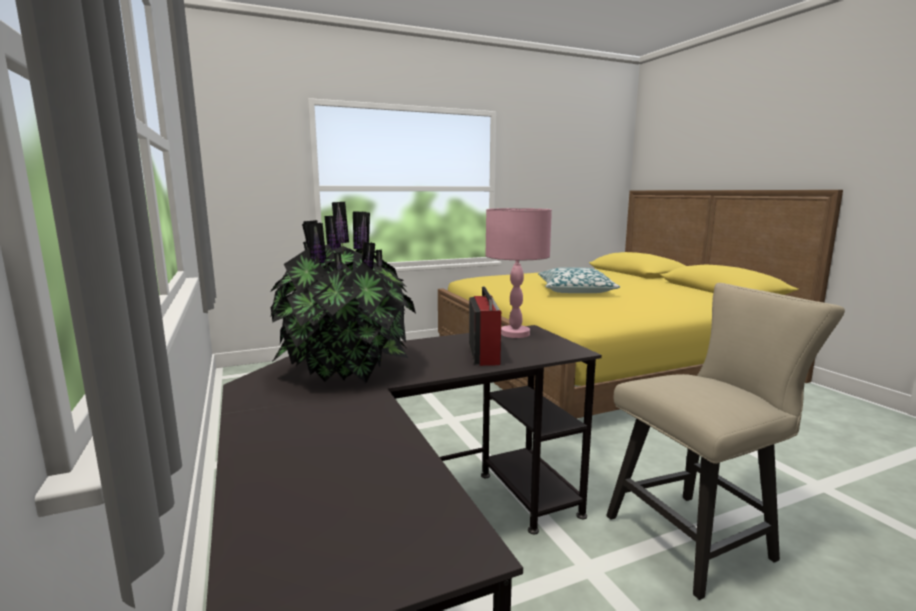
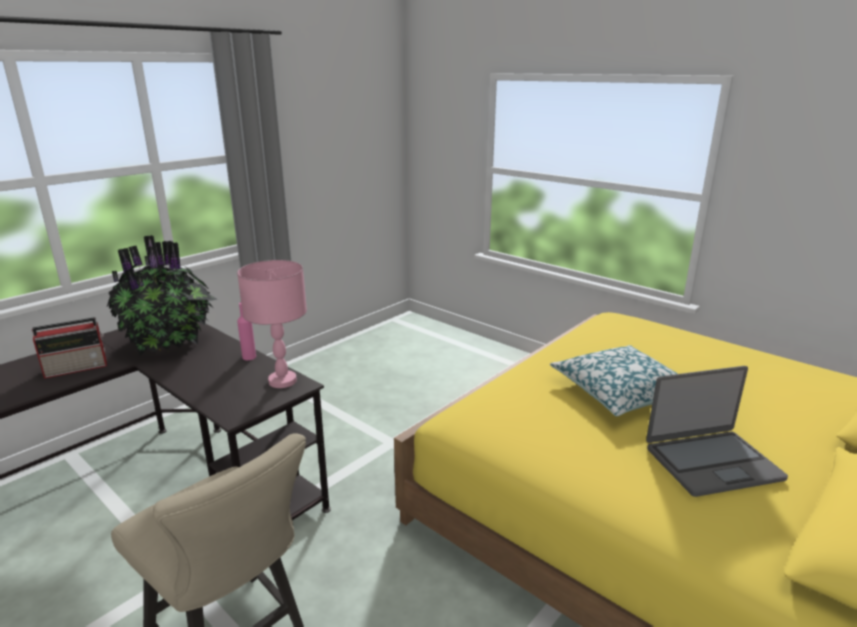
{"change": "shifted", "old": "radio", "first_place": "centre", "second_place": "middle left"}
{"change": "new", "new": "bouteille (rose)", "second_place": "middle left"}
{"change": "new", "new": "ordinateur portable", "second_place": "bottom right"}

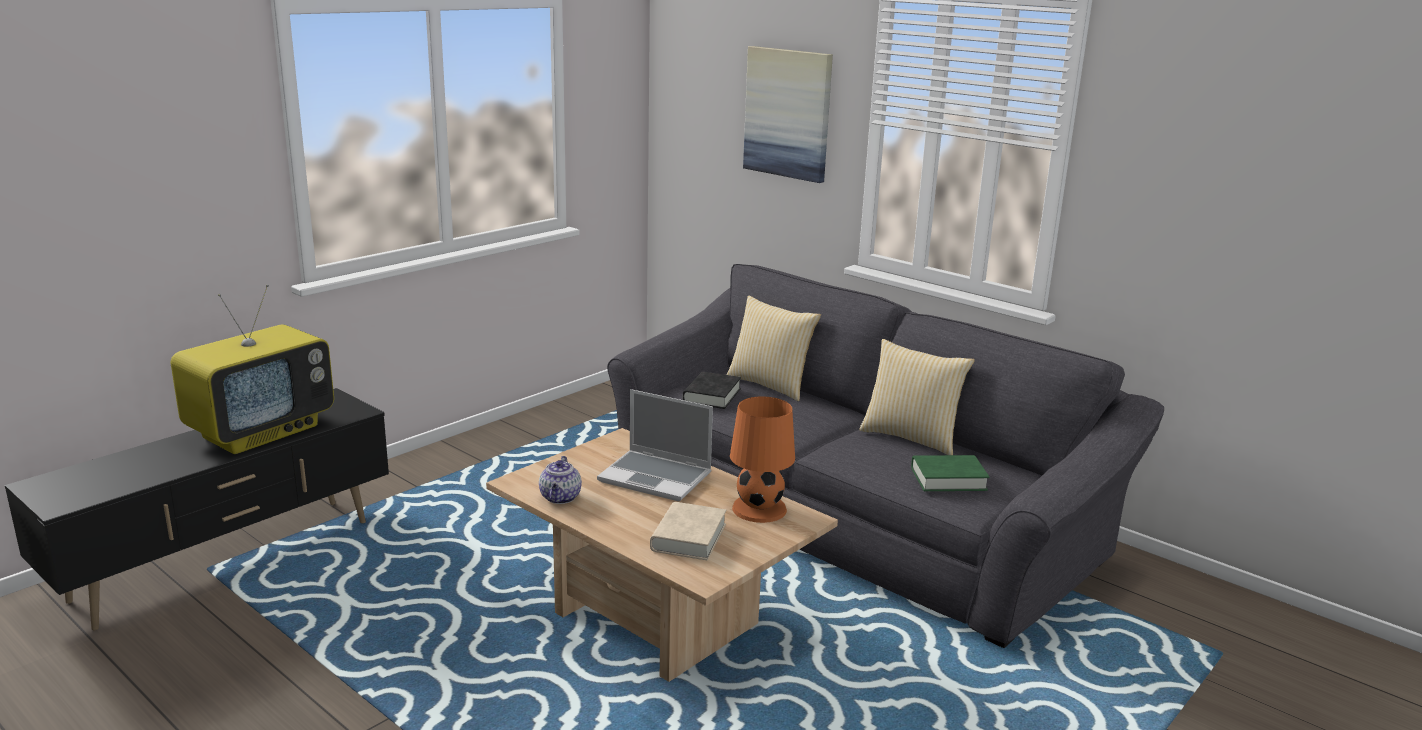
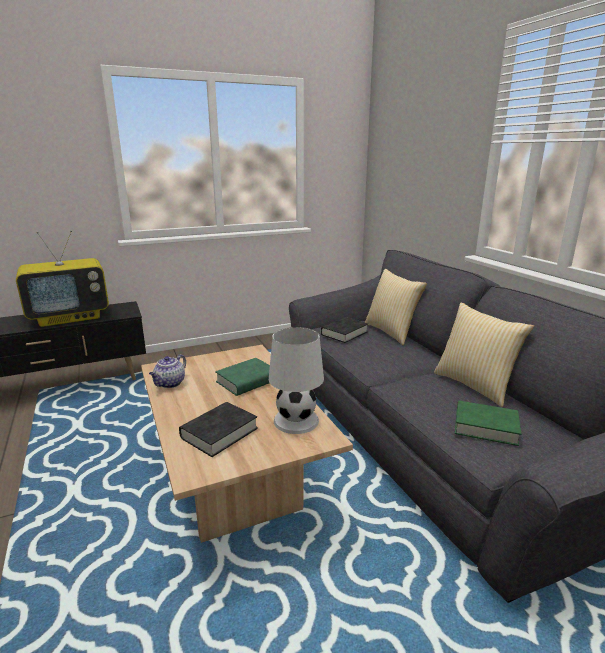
{"change": "gone", "old": "tableau", "first_place": "top centre"}
{"change": "swapped", "old": "ordinateur portable", "new": "livre (vert) (no. 1 from left)", "first_place": "centre", "second_place": "centre"}
{"change": "repainted", "old": "lampe de table (orange)", "new": "lampe de table (blanc)", "first_place": "centre", "second_place": "centre"}
{"change": "repainted", "old": "livre (beige)", "new": "livre (noir) (no. 1 from left)", "first_place": "bottom centre", "second_place": "centre"}

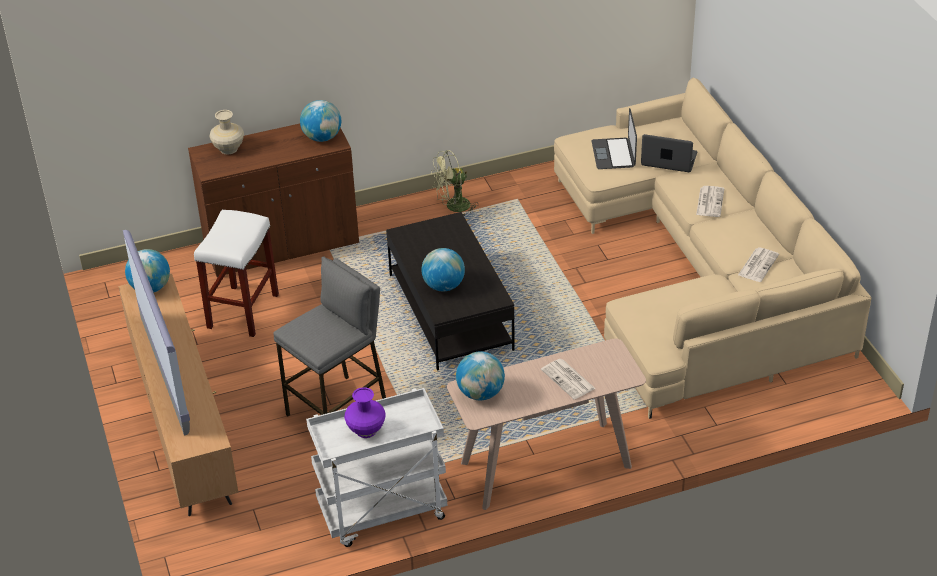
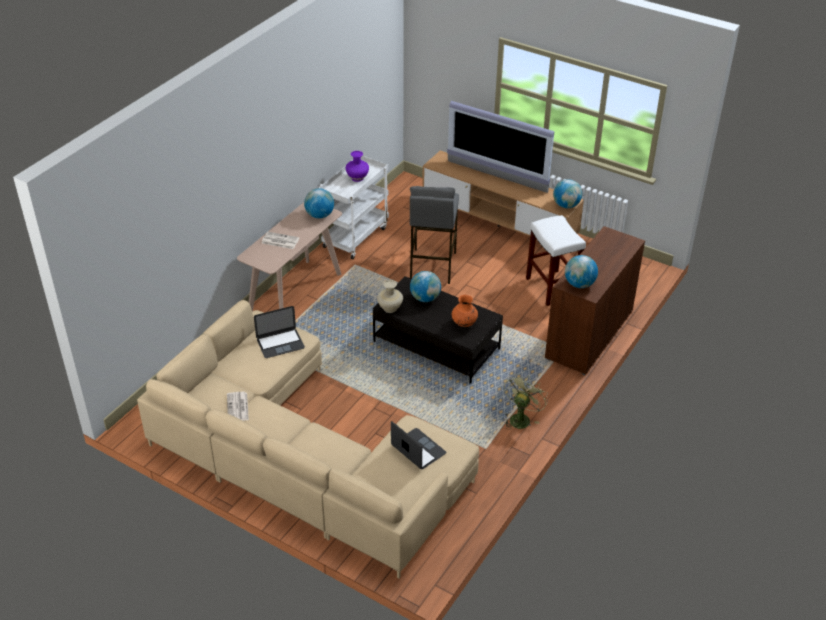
{"change": "shifted", "old": "vase (beige)", "first_place": "top left", "second_place": "centre"}
{"change": "shifted", "old": "ordinateur portable (no. 2 from left in the first image)", "new": "ordinateur portable (no. 1 from left)", "first_place": "top right", "second_place": "centre"}
{"change": "gone", "old": "journal (no. 2 from left)", "first_place": "middle right"}
{"change": "new", "new": "vase (orange)", "second_place": "centre"}

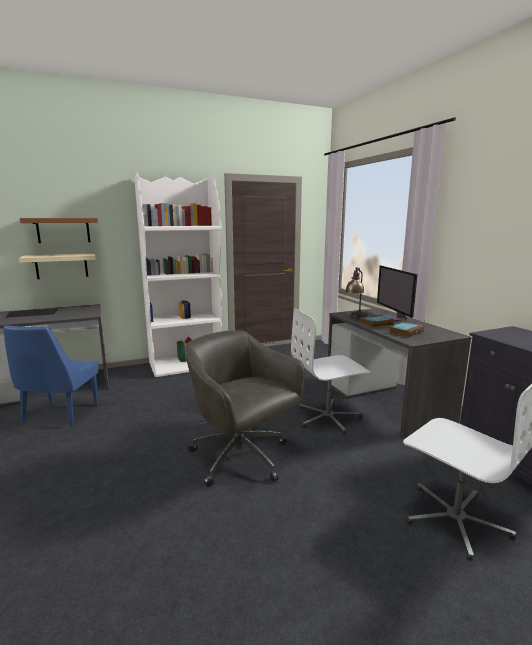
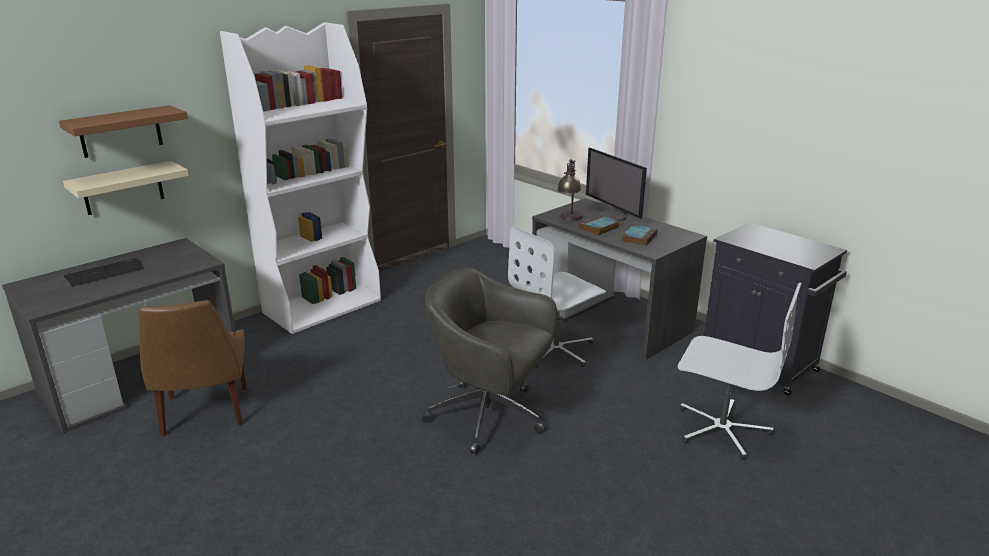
{"change": "repainted", "old": "chaise (bleu)", "new": "chaise (marron)", "first_place": "middle left", "second_place": "middle left"}

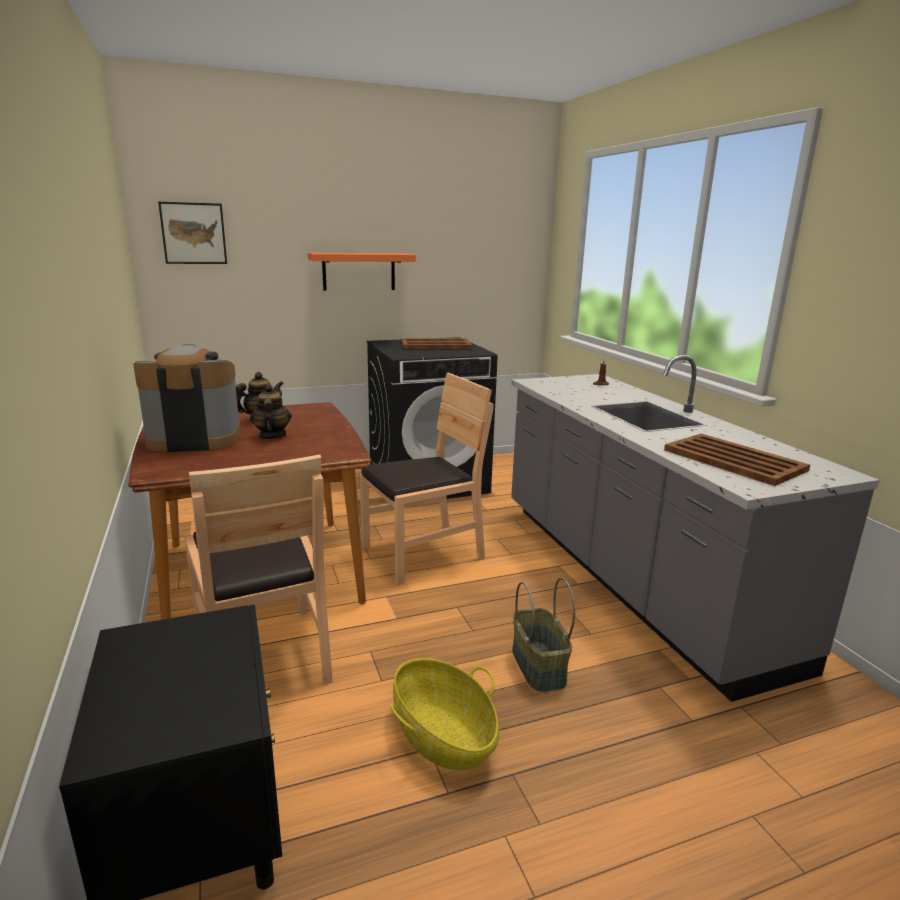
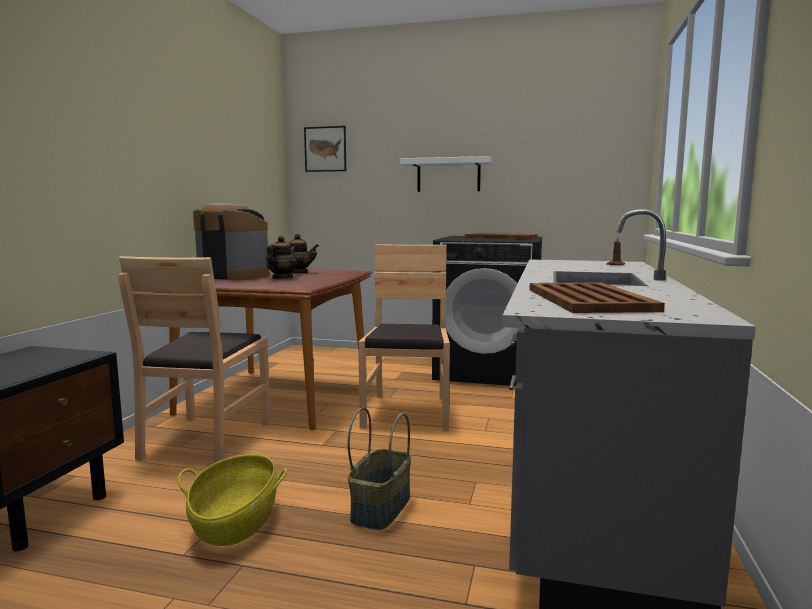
{"change": "repainted", "old": "étagère (orange)", "new": "étagère (blanc)", "first_place": "top centre", "second_place": "top centre"}
{"change": "rotated", "old": "chaise (marron) (no. 2 from left)", "first_place": "centre", "second_place": "centre", "degrees": -90}

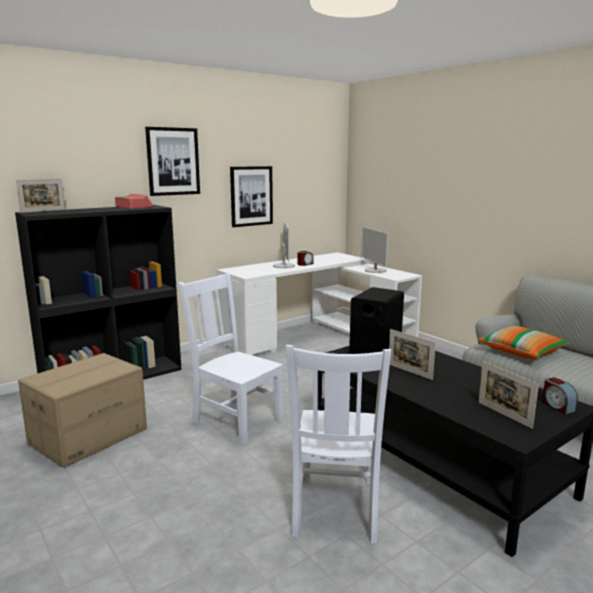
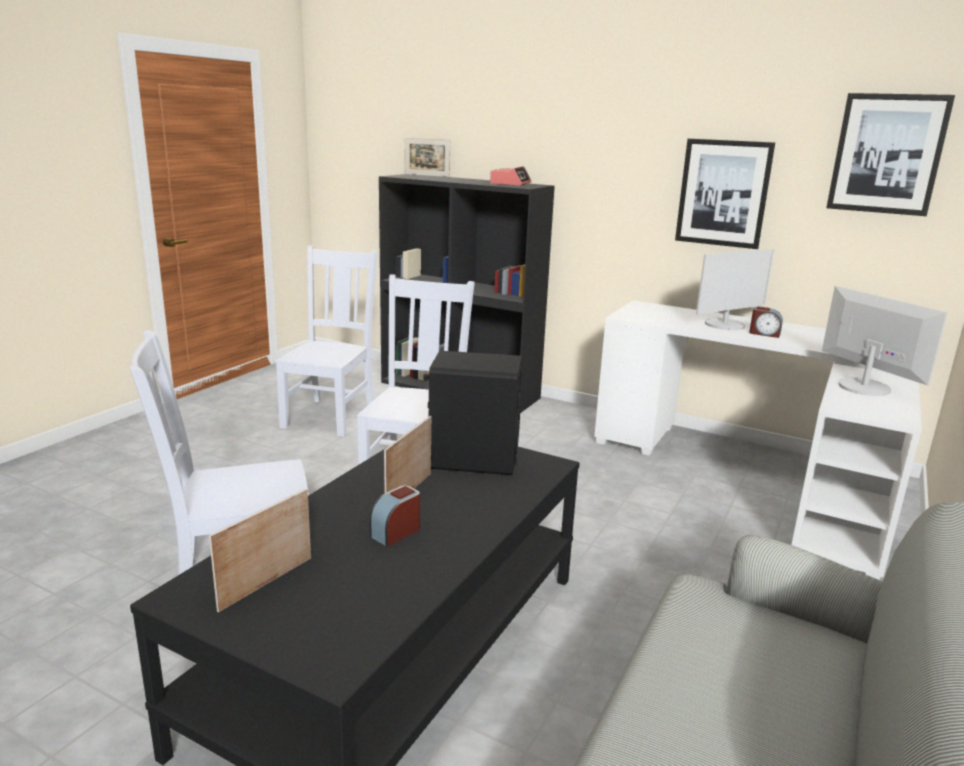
{"change": "shifted", "old": "tableau (no. 1 from left in the first image)", "new": "tableau (no. 2 from left)", "first_place": "top left", "second_place": "top right"}
{"change": "rotated", "old": "écran d'ordinateur (no. 2 from left)", "first_place": "centre", "second_place": "middle right", "degrees": 105}
{"change": "gone", "old": "coussin", "first_place": "middle right"}
{"change": "swapped", "old": "carton", "new": "chaise (blanc) (no. 2 from left)", "first_place": "bottom left", "second_place": "centre"}
{"change": "shifted", "old": "réveil (no. 3 from left in the first image)", "new": "réveil (no. 1 from left)", "first_place": "middle right", "second_place": "bottom centre"}

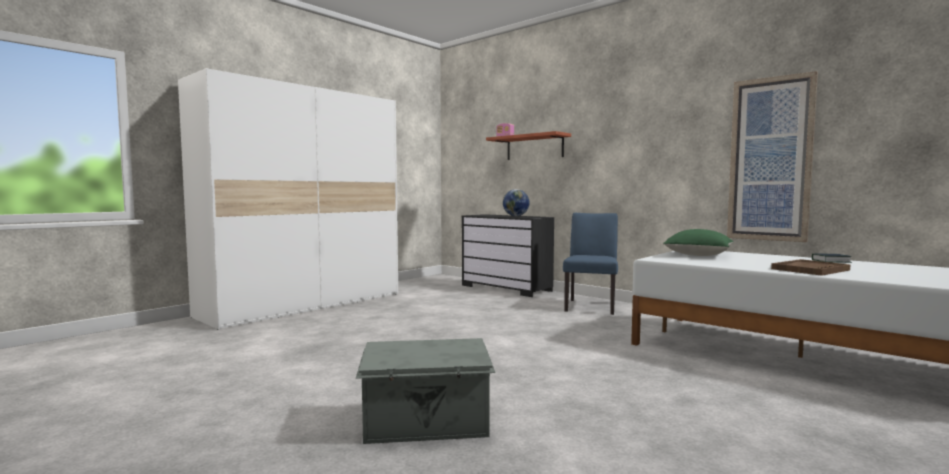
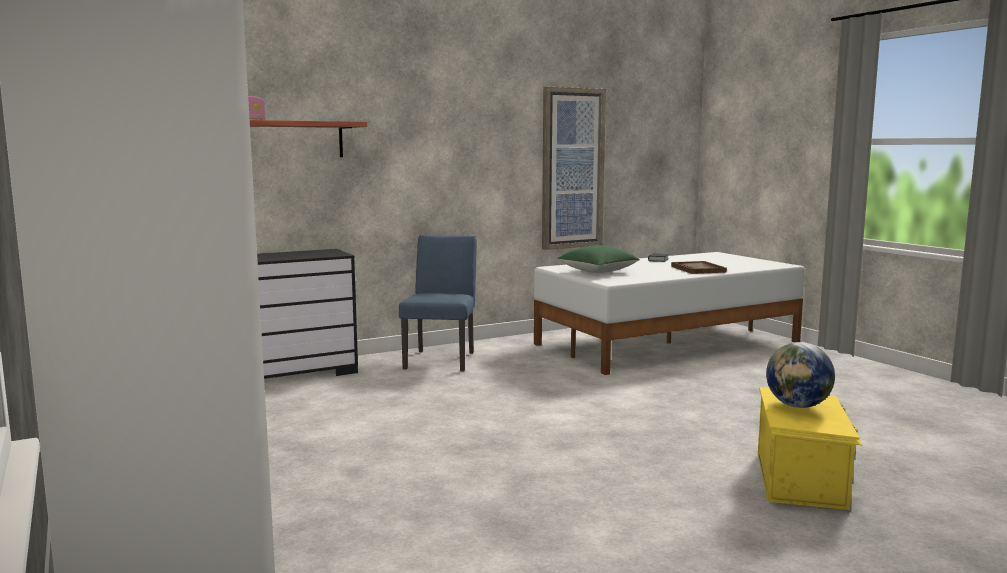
{"change": "shifted", "old": "globe", "first_place": "centre", "second_place": "middle right"}
{"change": "rotated", "old": "chaise (bleu)", "first_place": "centre", "second_place": "centre", "degrees": 60}
{"change": "repainted", "old": "boîte de rangement (gris)", "new": "boîte de rangement (jaune)", "first_place": "bottom centre", "second_place": "bottom right"}

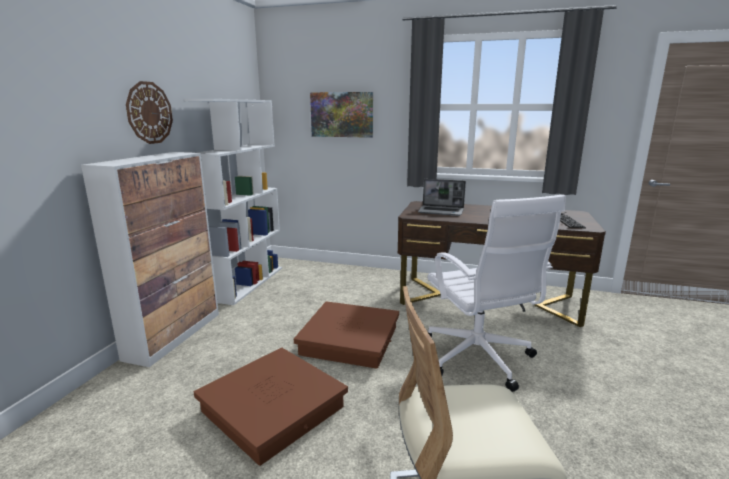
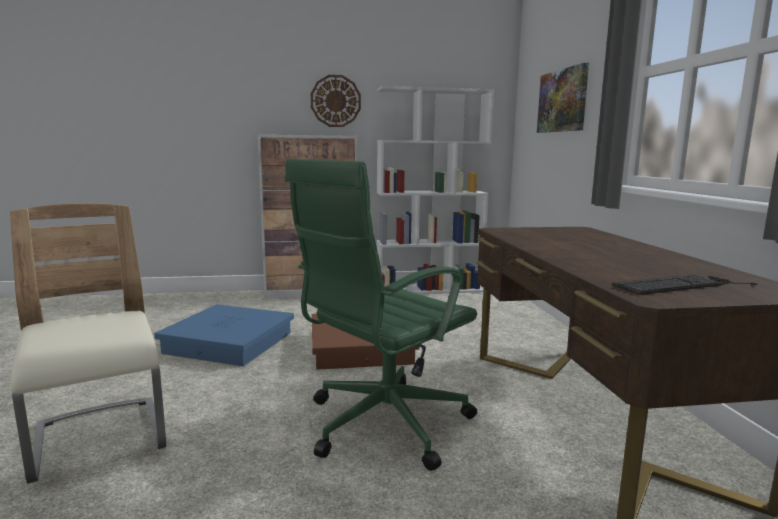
{"change": "gone", "old": "ordinateur portable", "first_place": "centre"}
{"change": "repainted", "old": "chaise de bureau (blanc)", "new": "chaise de bureau (vert)", "first_place": "middle right", "second_place": "centre"}
{"change": "repainted", "old": "boîte de rangement (marron) (no. 1 from left)", "new": "boîte de rangement (bleu)", "first_place": "bottom centre", "second_place": "middle left"}

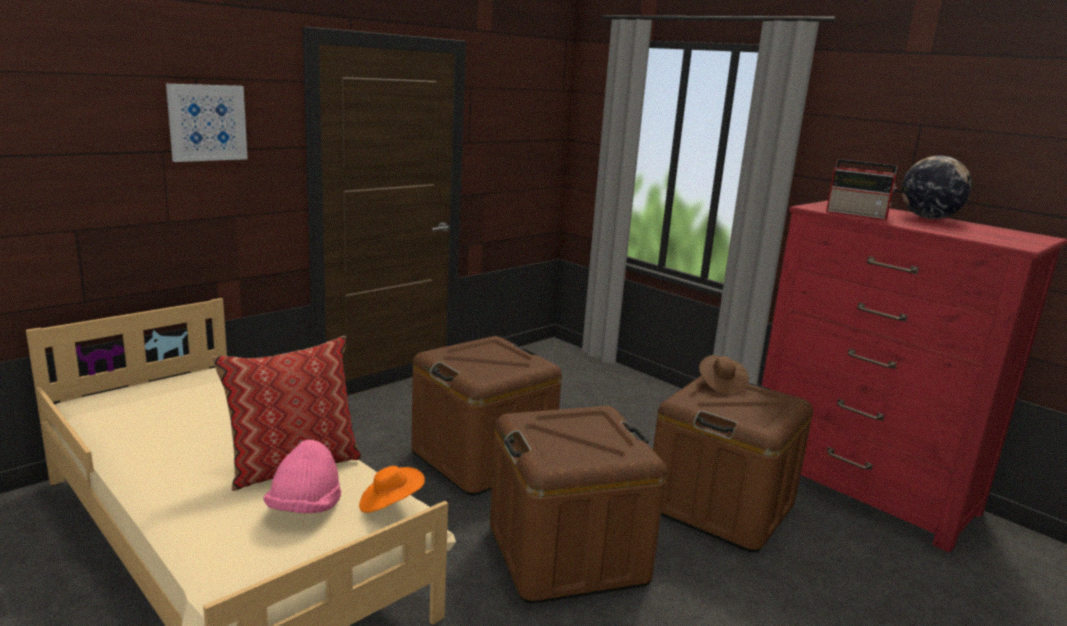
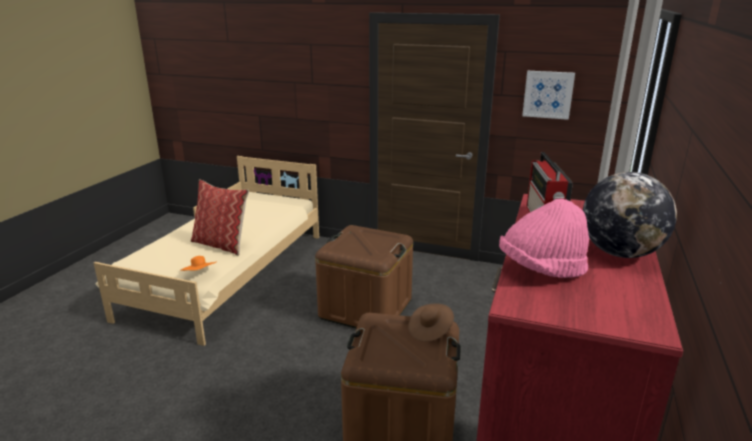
{"change": "shifted", "old": "tableau", "first_place": "top left", "second_place": "top right"}
{"change": "gone", "old": "boîte de rangement (marron) (no. 2 from left)", "first_place": "bottom centre"}
{"change": "shifted", "old": "chapeau (rose)", "first_place": "bottom left", "second_place": "middle right"}

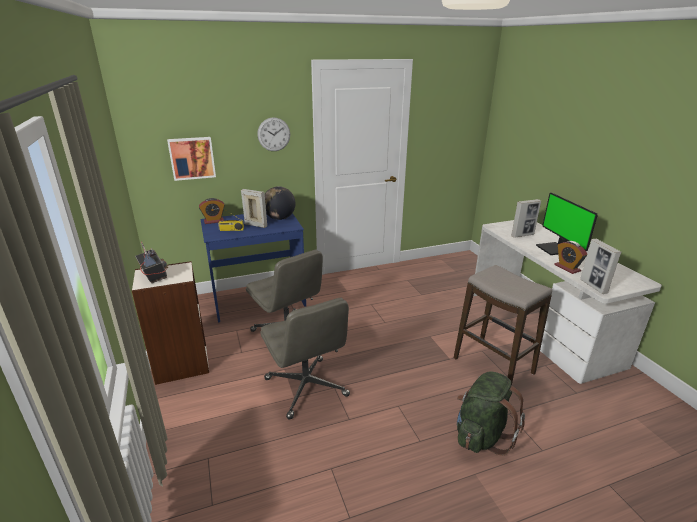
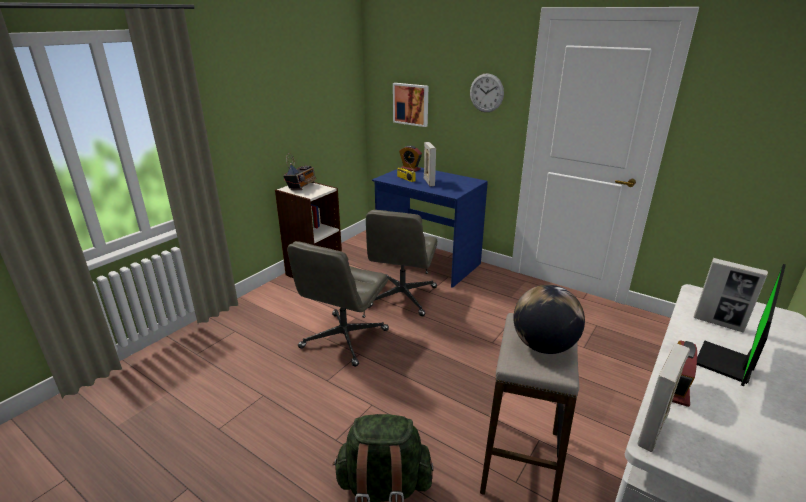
{"change": "shifted", "old": "globe", "first_place": "centre", "second_place": "middle right"}

